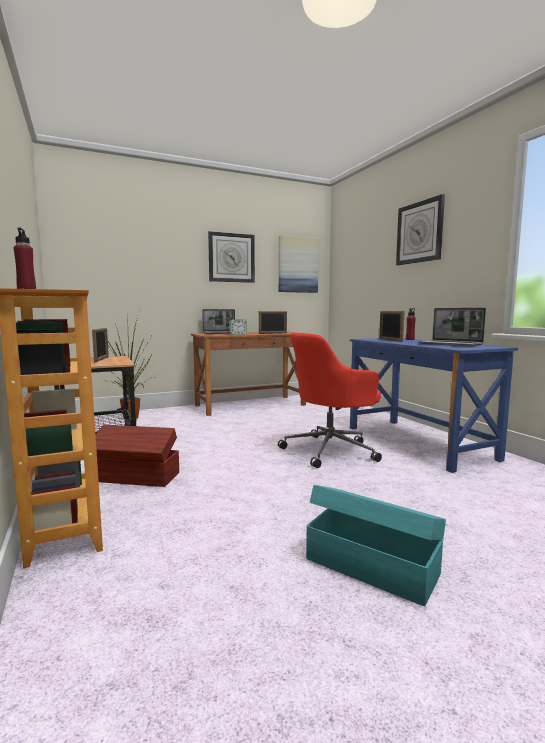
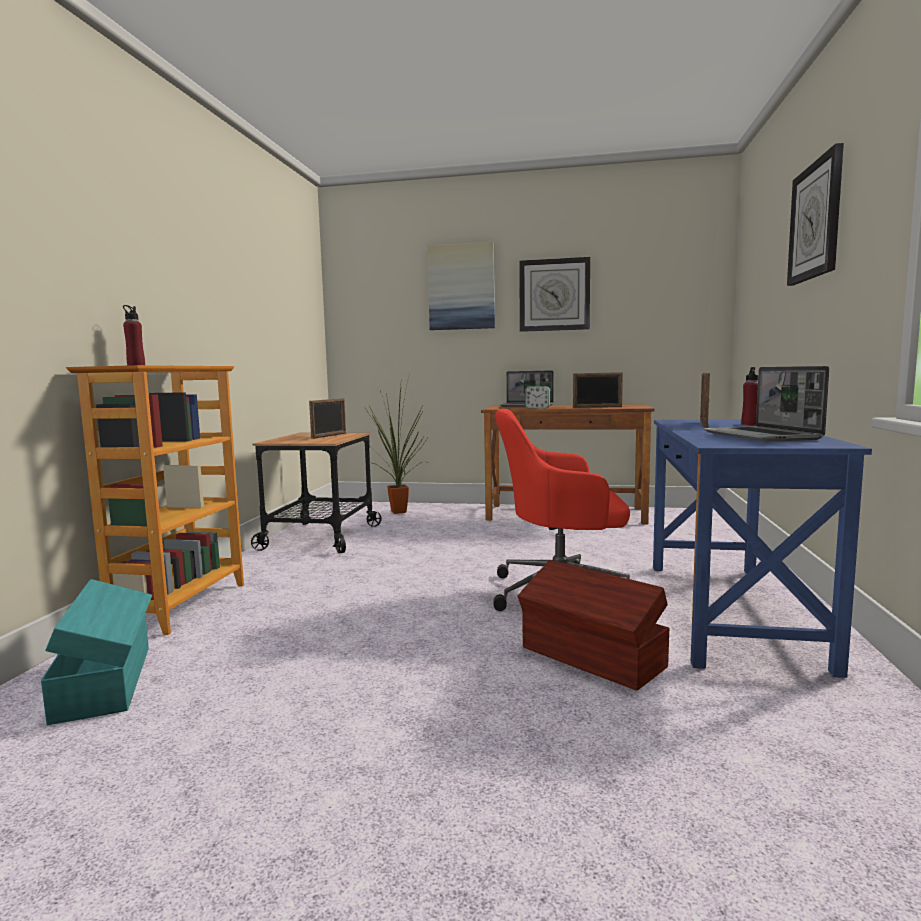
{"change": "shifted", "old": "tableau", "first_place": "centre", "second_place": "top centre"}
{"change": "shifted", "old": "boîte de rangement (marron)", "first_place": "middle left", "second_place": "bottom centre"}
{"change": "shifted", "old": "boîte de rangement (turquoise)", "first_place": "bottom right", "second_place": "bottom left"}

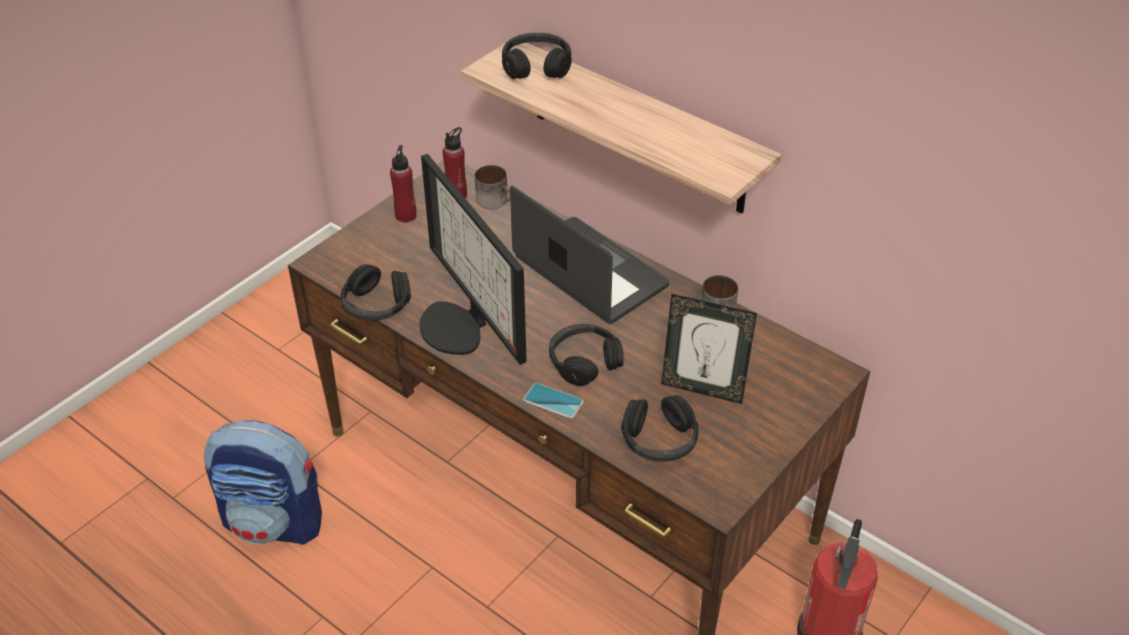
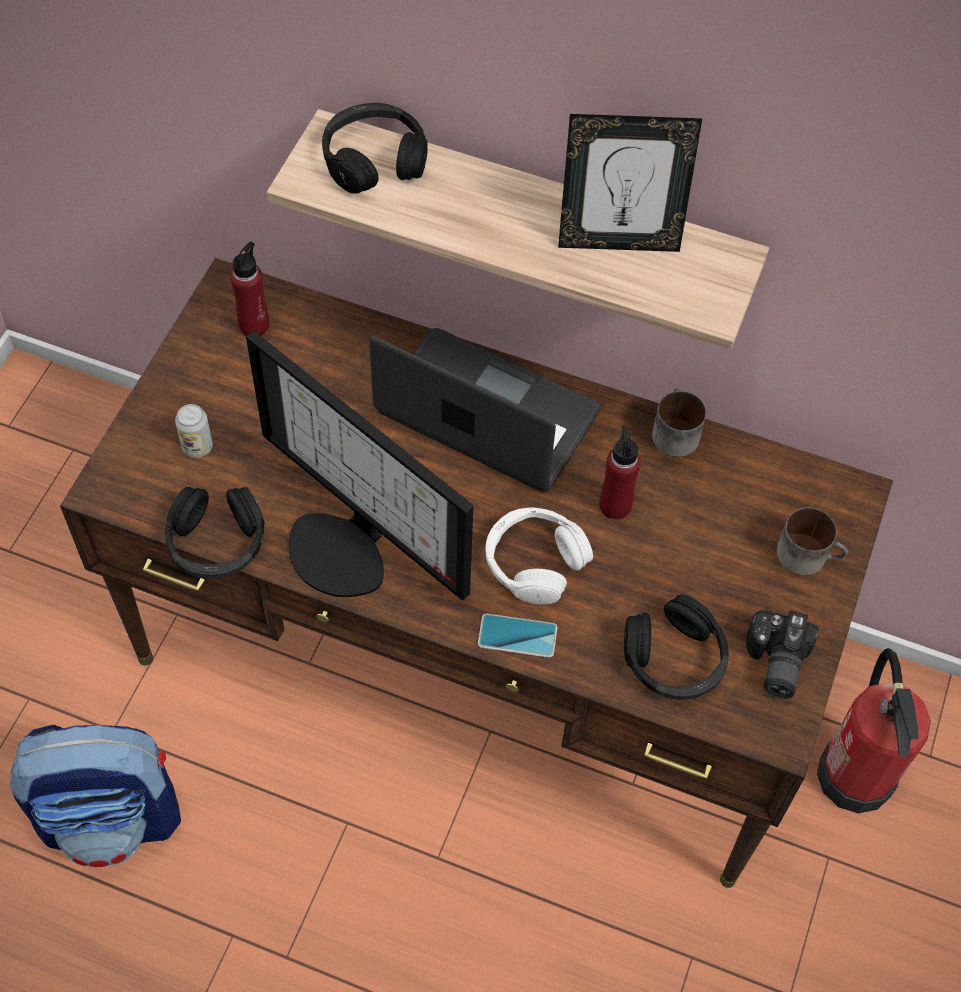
{"change": "shifted", "old": "bouteille (rouge) (no. 1 from left in the first image)", "new": "bouteille (rouge) (no. 2 from left)", "first_place": "top centre", "second_place": "centre"}
{"change": "shifted", "old": "mug (no. 1 from left in the first image)", "new": "mug (no. 2 from left)", "first_place": "top centre", "second_place": "middle right"}
{"change": "shifted", "old": "cadre photo", "first_place": "centre", "second_place": "top centre"}
{"change": "repainted", "old": "casque audio (noir) (no. 3 from left)", "new": "casque audio (blanc)", "first_place": "centre", "second_place": "centre"}
{"change": "new", "new": "boîte métallique", "second_place": "middle left"}
{"change": "new", "new": "appareil photo", "second_place": "middle right"}

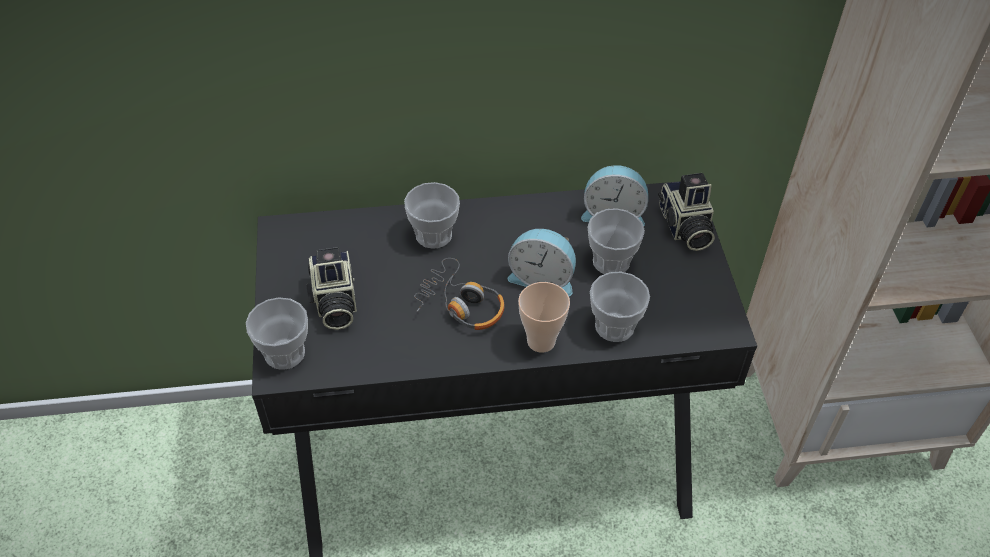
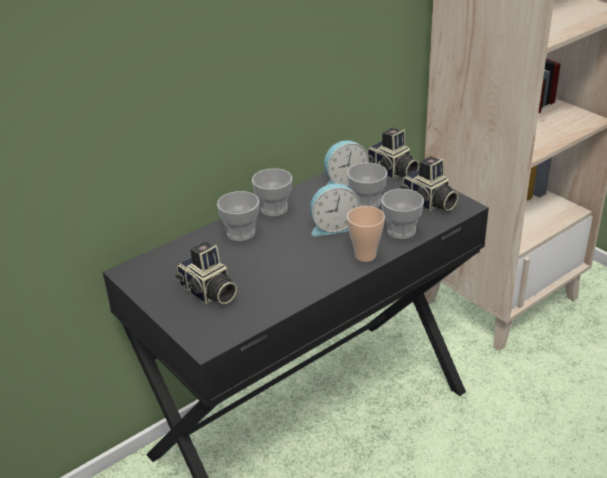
{"change": "gone", "old": "casque audio", "first_place": "centre"}
{"change": "shifted", "old": "tasse (no. 1 from left in the first image)", "new": "tasse (no. 2 from left)", "first_place": "middle left", "second_place": "centre"}
{"change": "new", "new": "appareil photo (no. 3 from left)", "second_place": "middle right"}

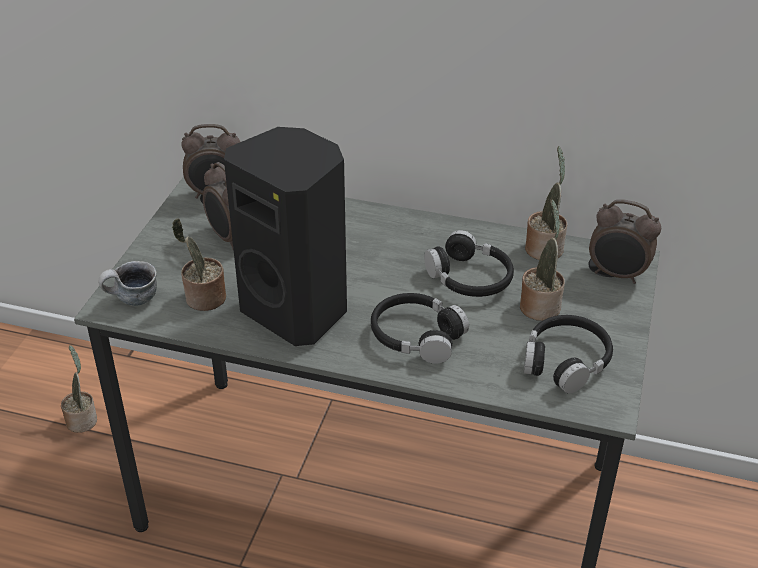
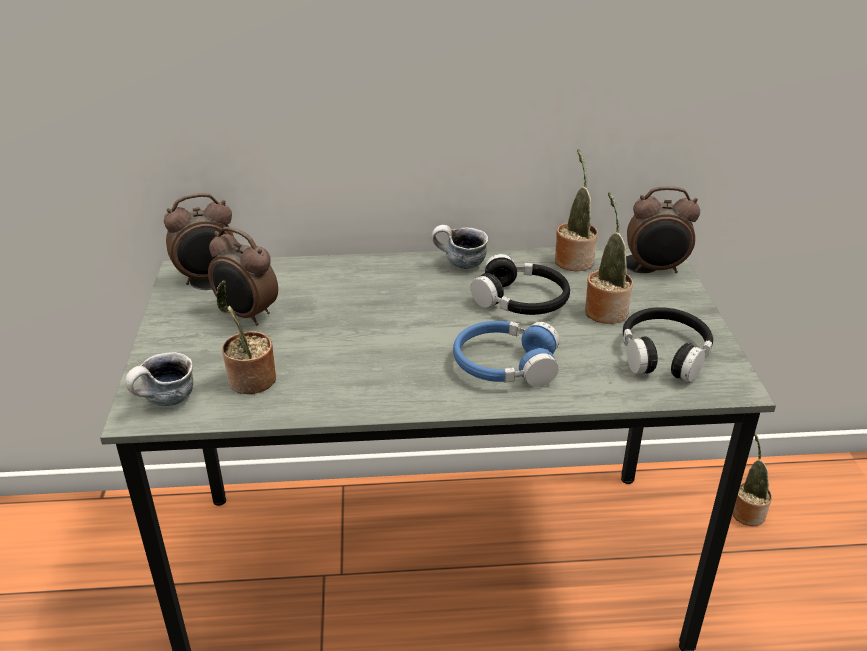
{"change": "gone", "old": "enceinte (noir)", "first_place": "centre"}
{"change": "repainted", "old": "casque audio (noir) (no. 1 from left)", "new": "casque audio (bleu)", "first_place": "centre", "second_place": "centre"}
{"change": "shifted", "old": "plante en pot (no. 1 from left in the first image)", "new": "plante en pot (no. 4 from left)", "first_place": "bottom left", "second_place": "bottom right"}
{"change": "new", "new": "mug (no. 2 from left)", "second_place": "centre"}

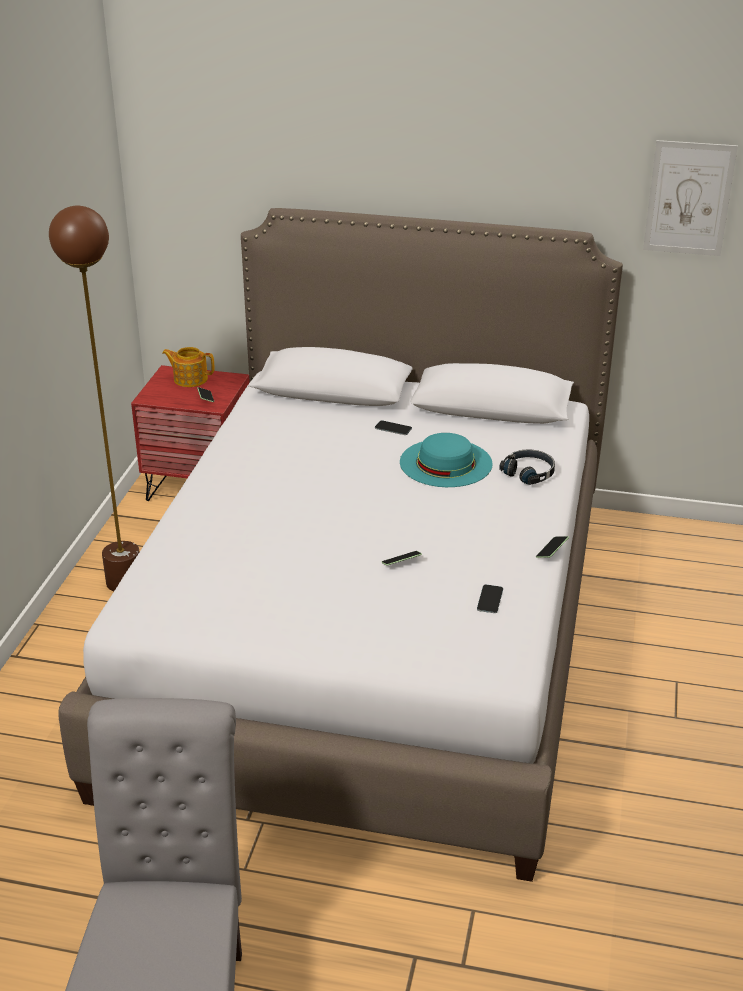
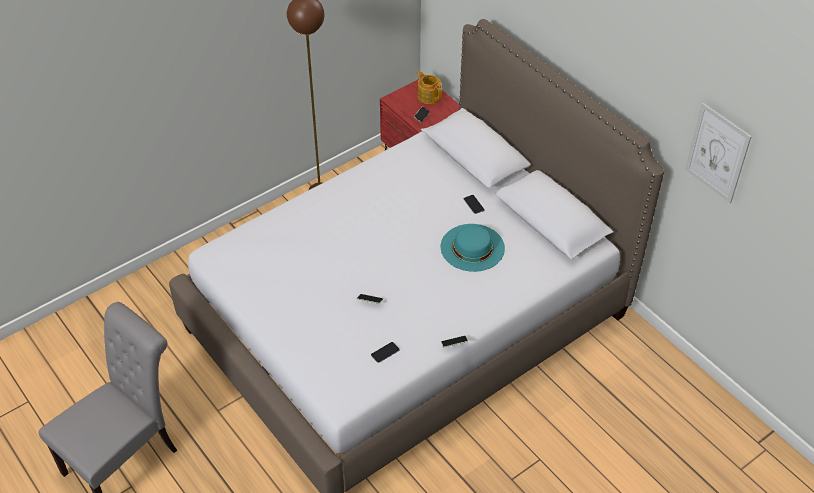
{"change": "gone", "old": "casque audio (noir)", "first_place": "middle right"}

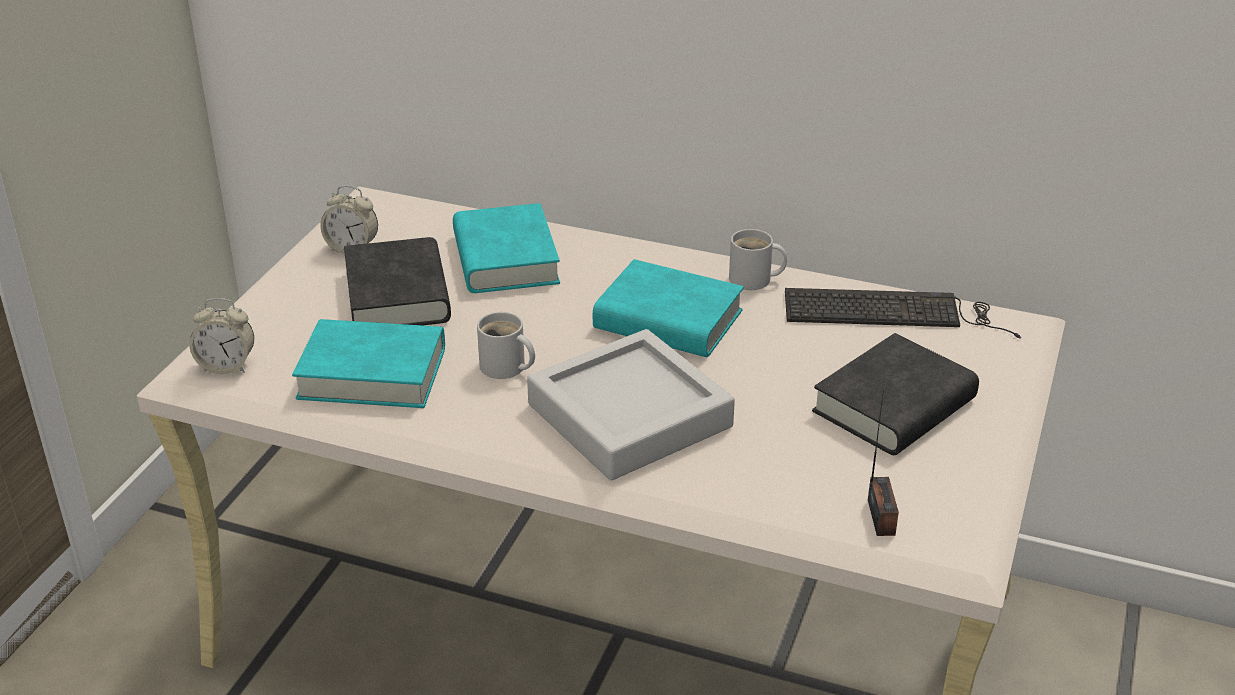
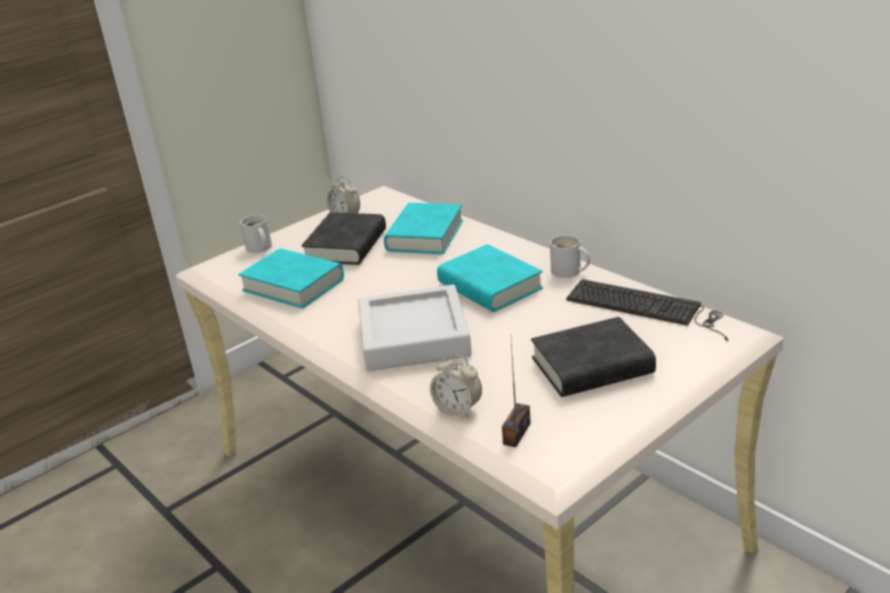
{"change": "shifted", "old": "réveil (no. 1 from left in the first image)", "new": "réveil (no. 2 from left)", "first_place": "middle left", "second_place": "centre"}
{"change": "shifted", "old": "mug (blanc) (no. 1 from left)", "first_place": "centre", "second_place": "middle left"}

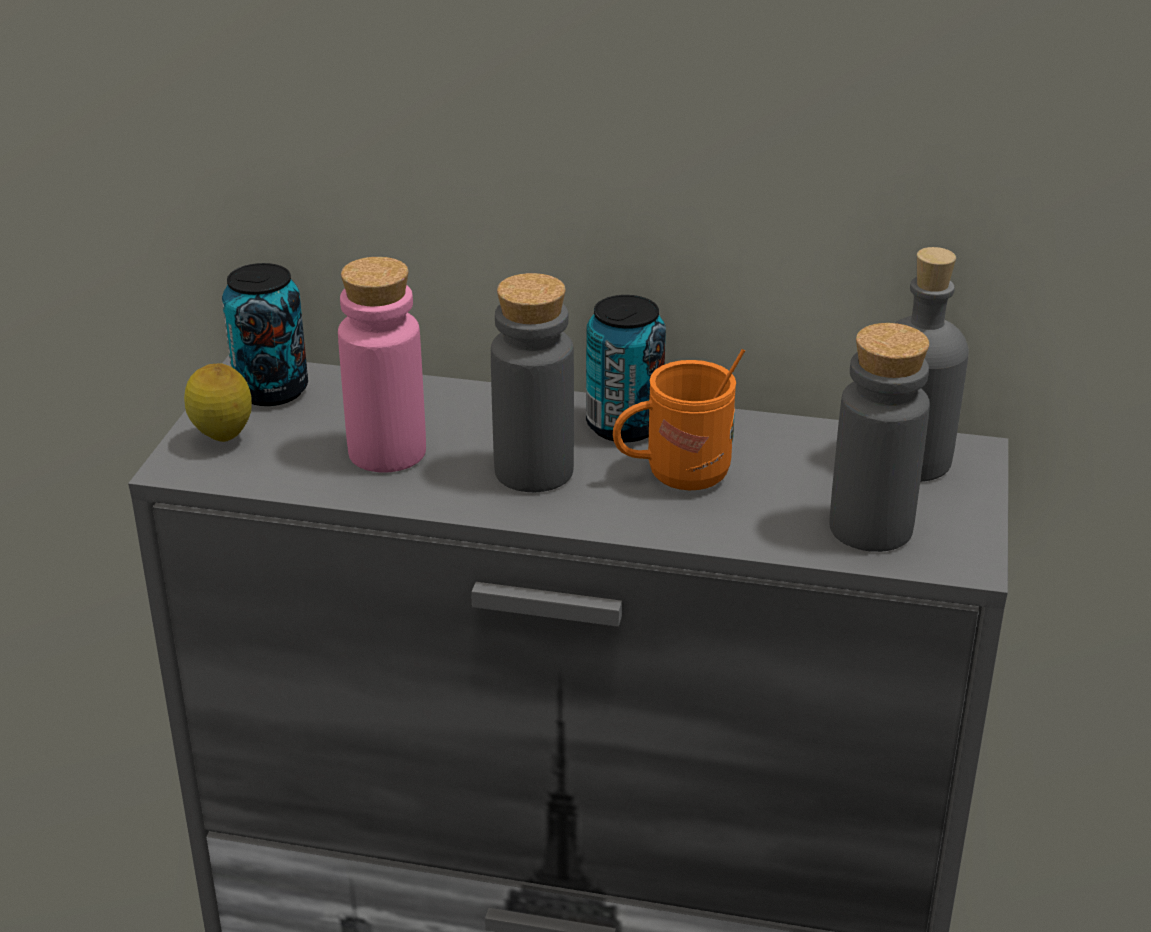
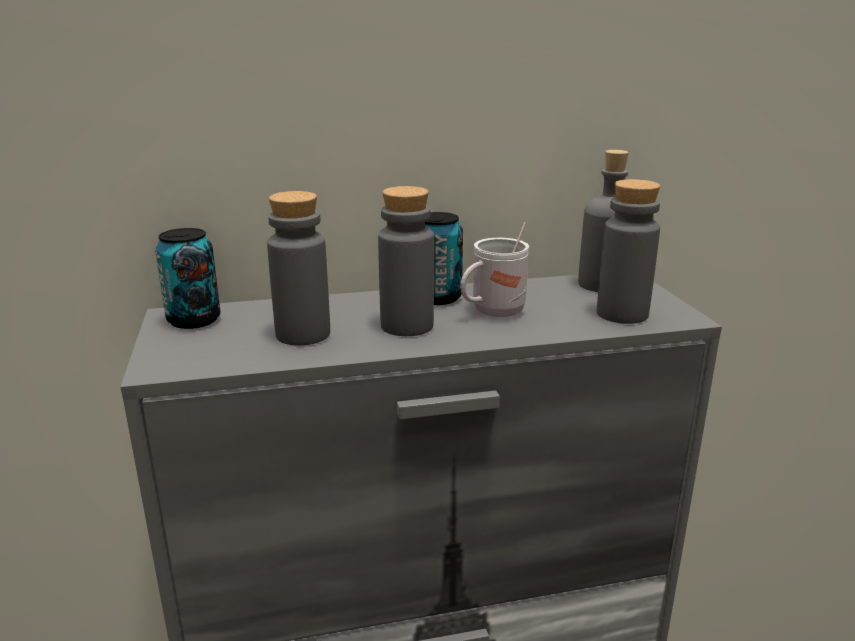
{"change": "repainted", "old": "bouteille (rose)", "new": "bouteille (gris) (no. 1 from left)", "first_place": "middle left", "second_place": "centre"}
{"change": "repainted", "old": "mug (orange)", "new": "mug (blanc)", "first_place": "centre", "second_place": "centre"}
{"change": "gone", "old": "citron", "first_place": "middle left"}

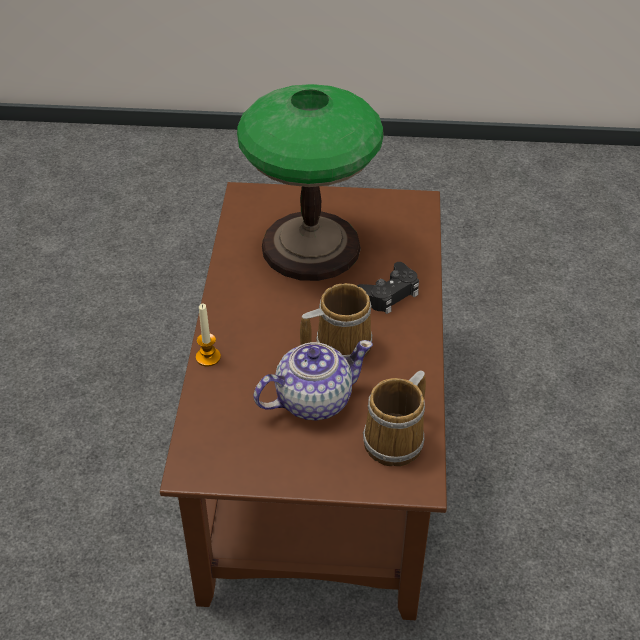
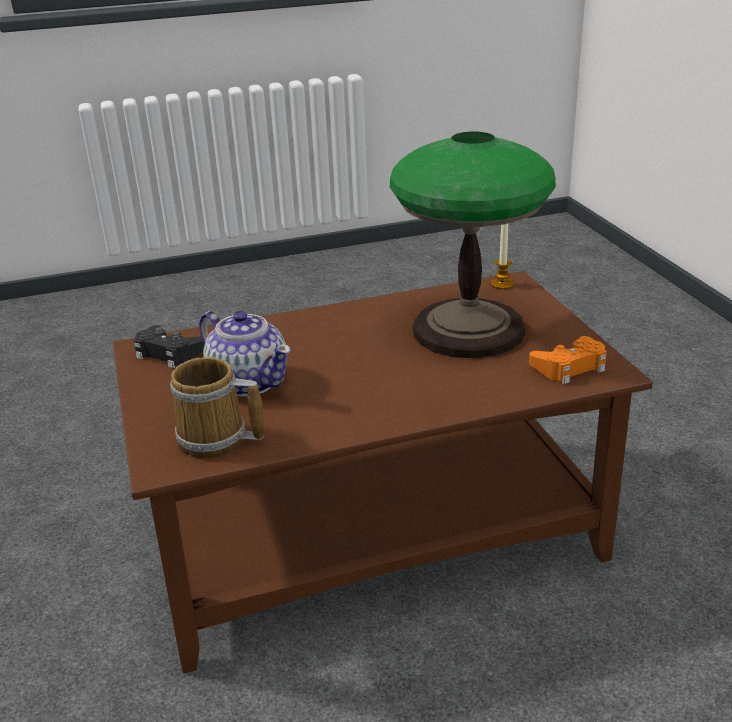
{"change": "shifted", "old": "manette (noir)", "first_place": "centre", "second_place": "middle left"}
{"change": "gone", "old": "mug (no. 1 from left)", "first_place": "centre"}
{"change": "shifted", "old": "bougie", "first_place": "middle left", "second_place": "middle right"}
{"change": "new", "new": "manette (orange)", "second_place": "middle right"}

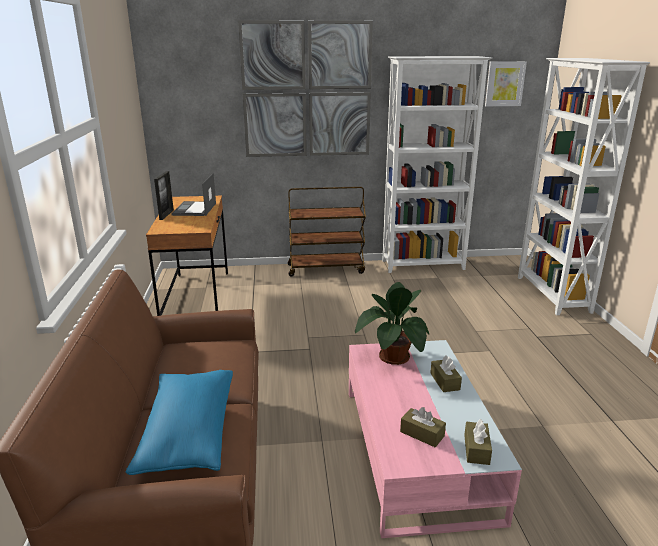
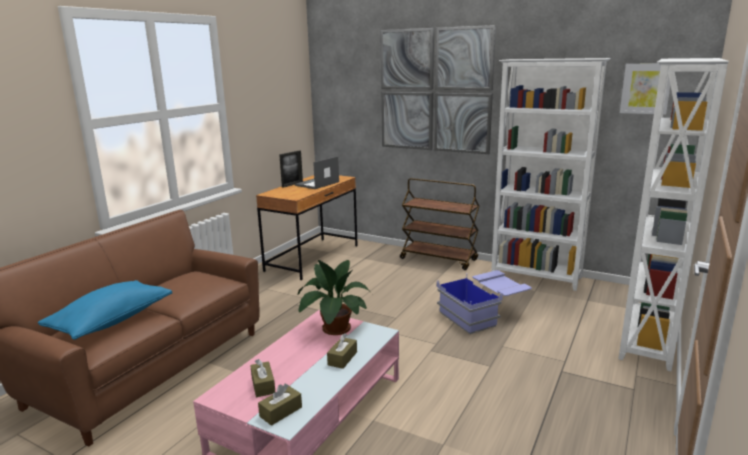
{"change": "new", "new": "boîte de rangement (bleu)", "second_place": "centre"}

